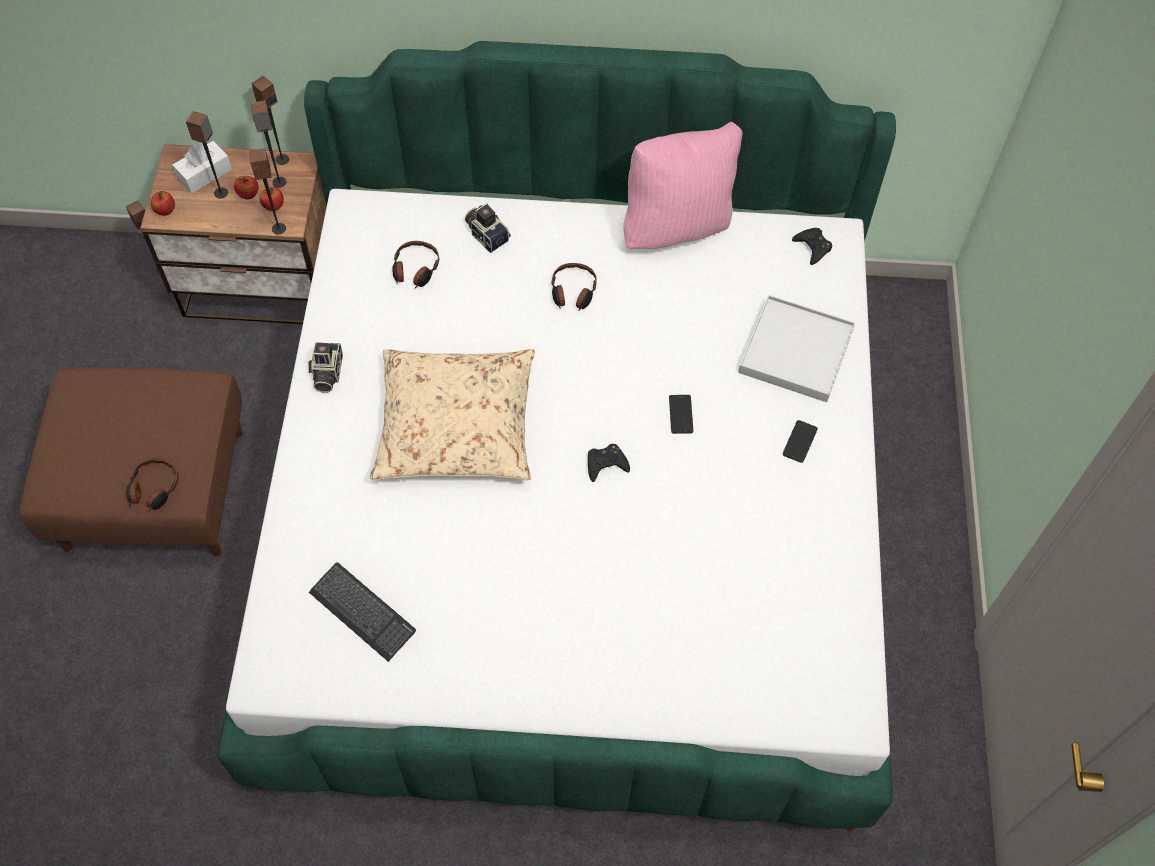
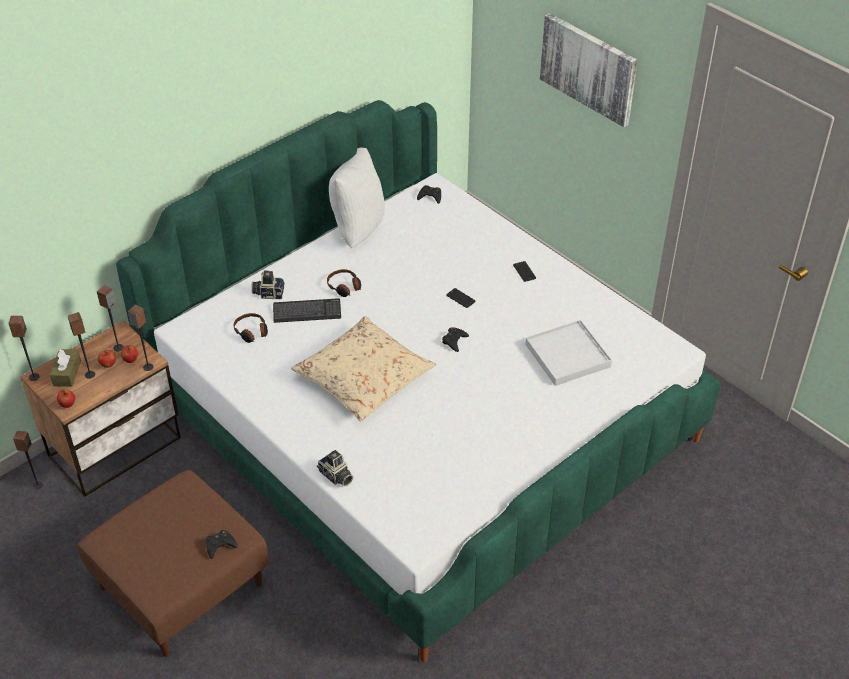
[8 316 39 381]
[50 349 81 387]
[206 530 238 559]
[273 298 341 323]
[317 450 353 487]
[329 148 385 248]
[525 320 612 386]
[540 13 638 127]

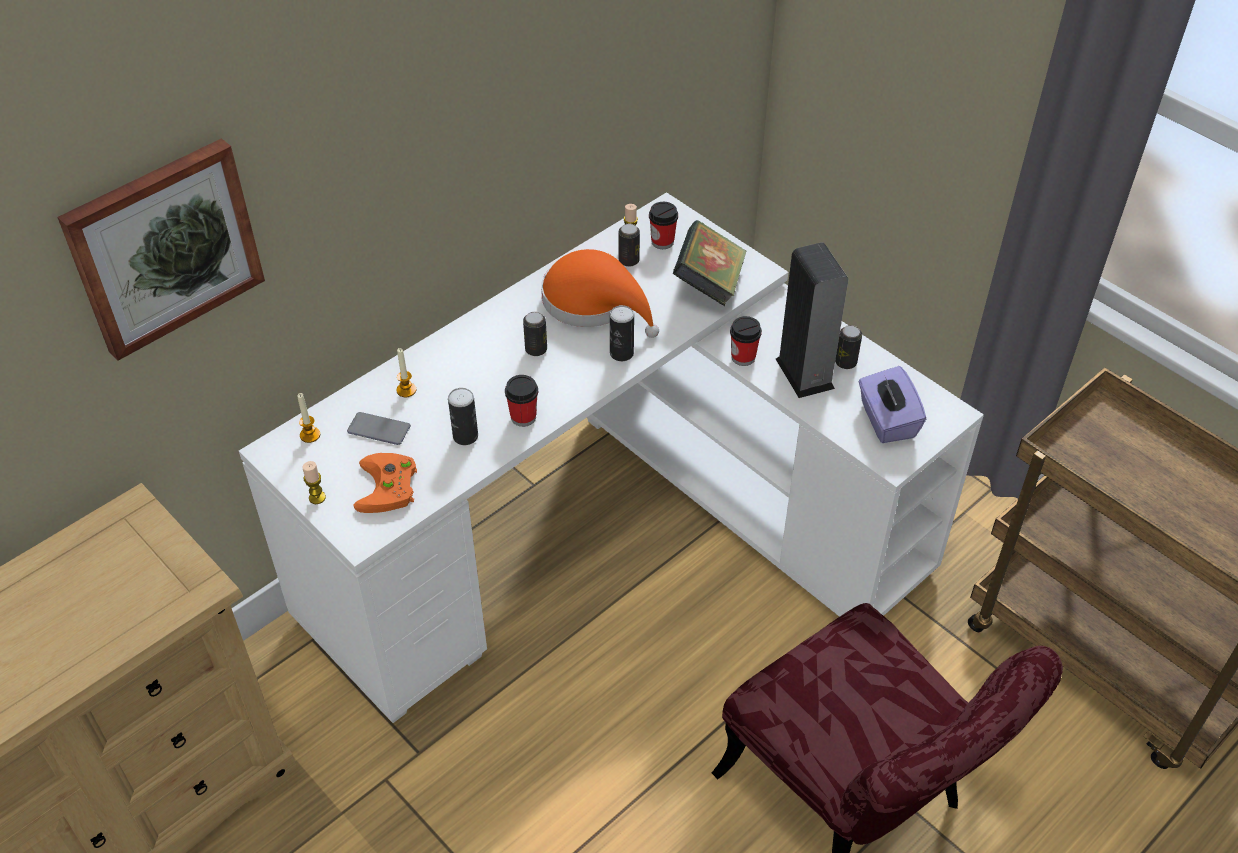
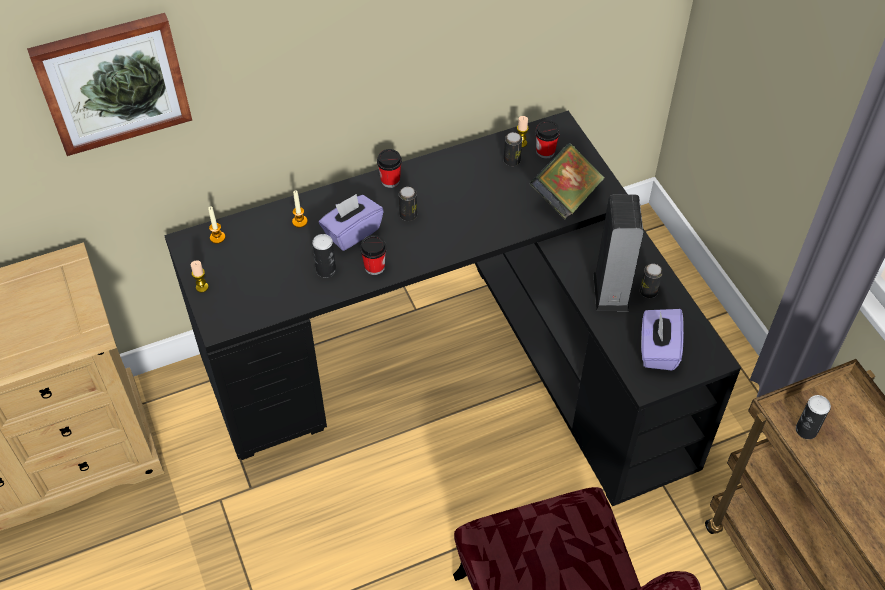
[164 111 741 506]
[319 194 384 251]
[377 149 402 188]
[796 395 831 439]
[347 412 411 445] (first image)
[354 453 417 513] (first image)
[541 249 659 338] (first image)

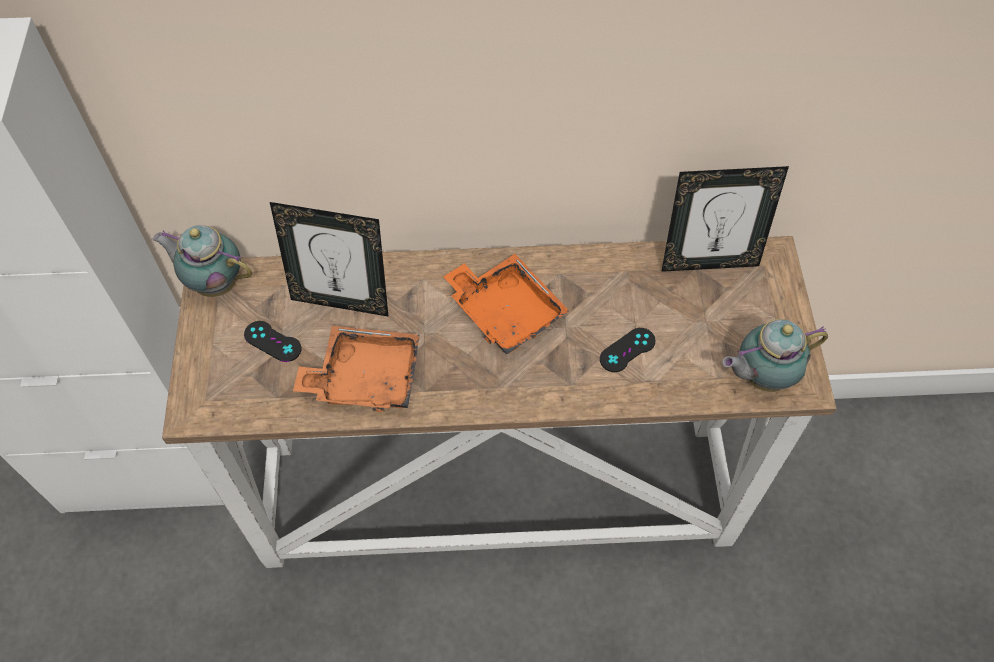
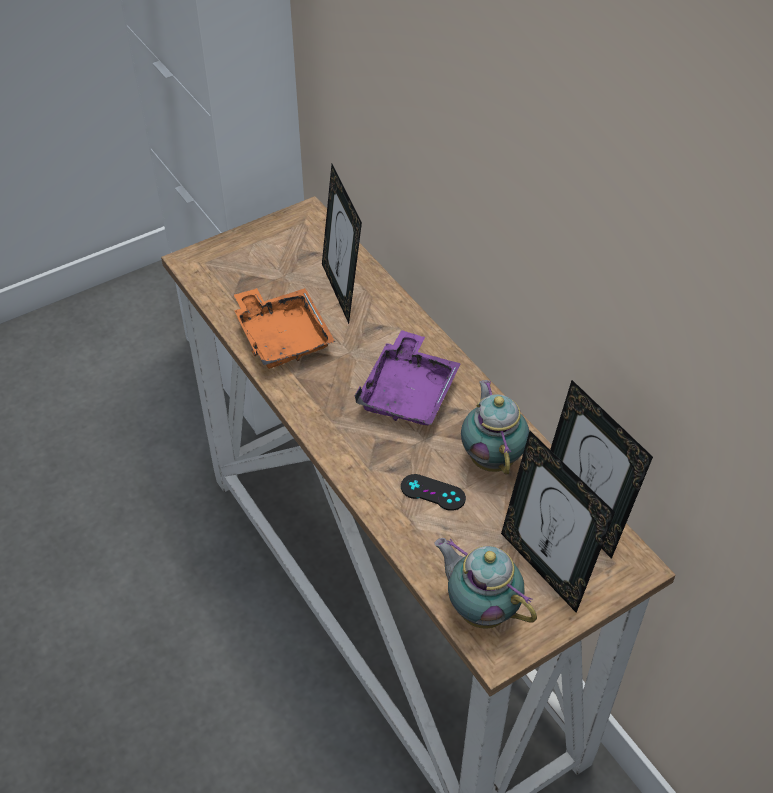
[355 330 461 425]
[461 380 529 475]
[501 431 615 613]
[244 321 302 362] (first image)

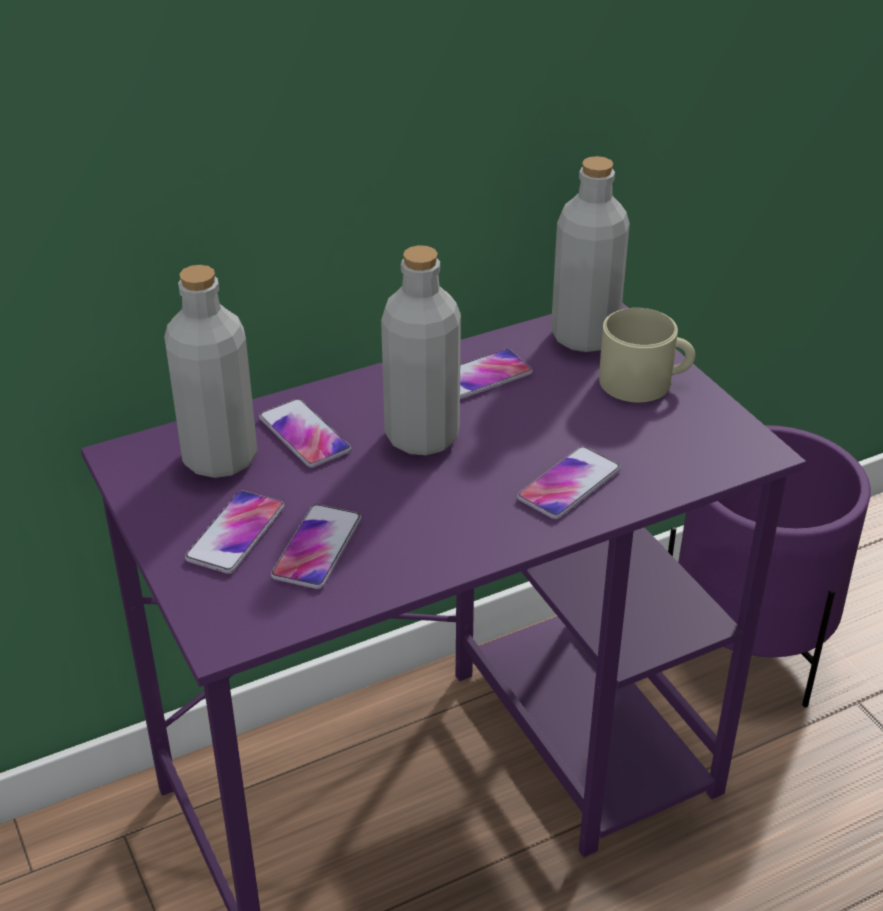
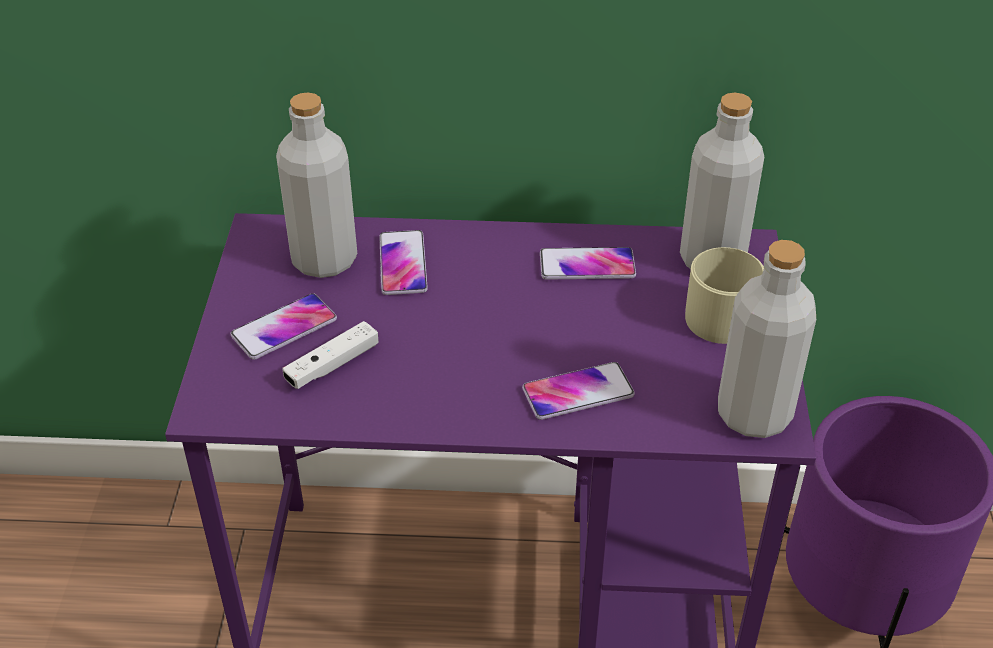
[282 321 379 389]
[718 240 816 438]

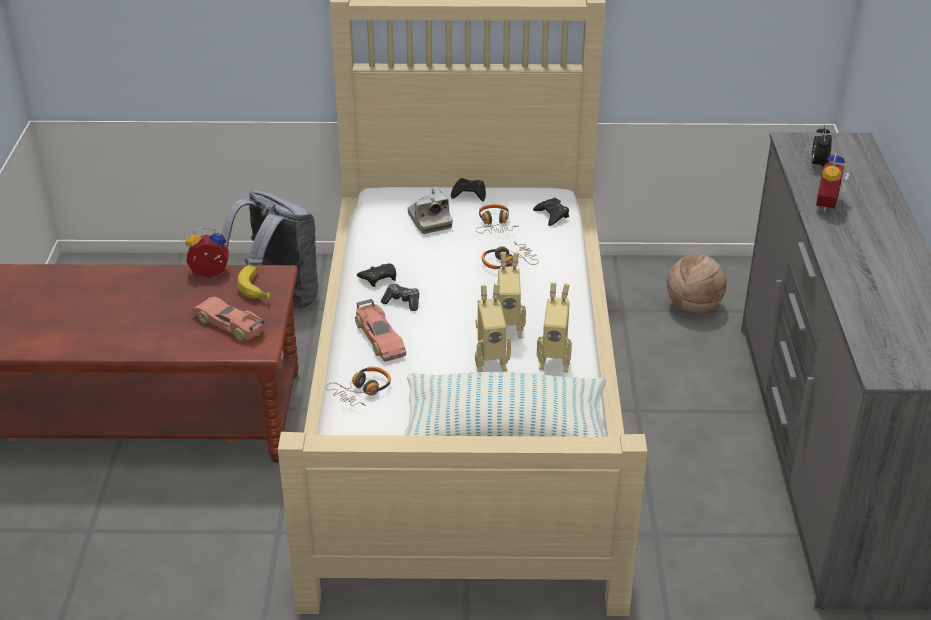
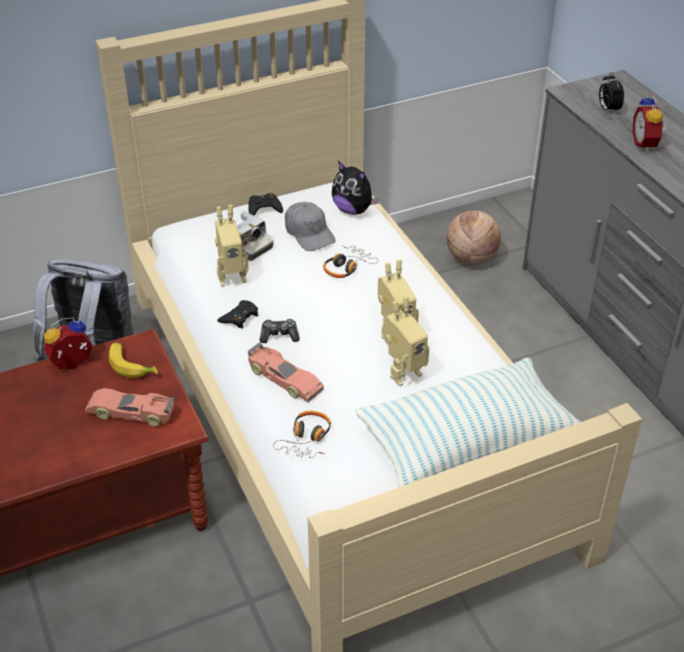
[215 205 249 287]
[285 202 336 251]
[332 161 380 215]

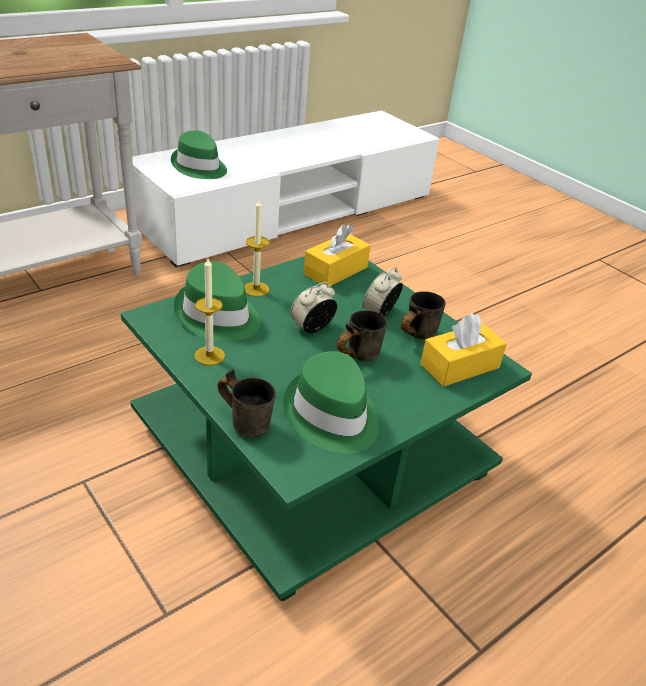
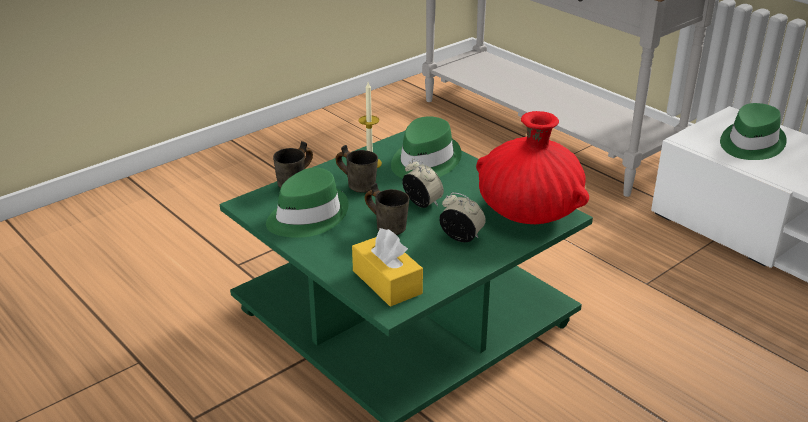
[335 145 378 193]
[476 111 589 224]
[244 200 270 297] (first image)

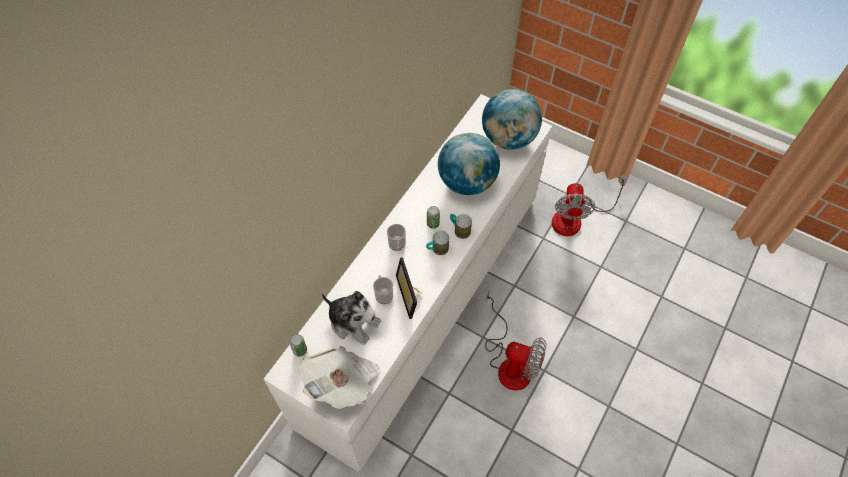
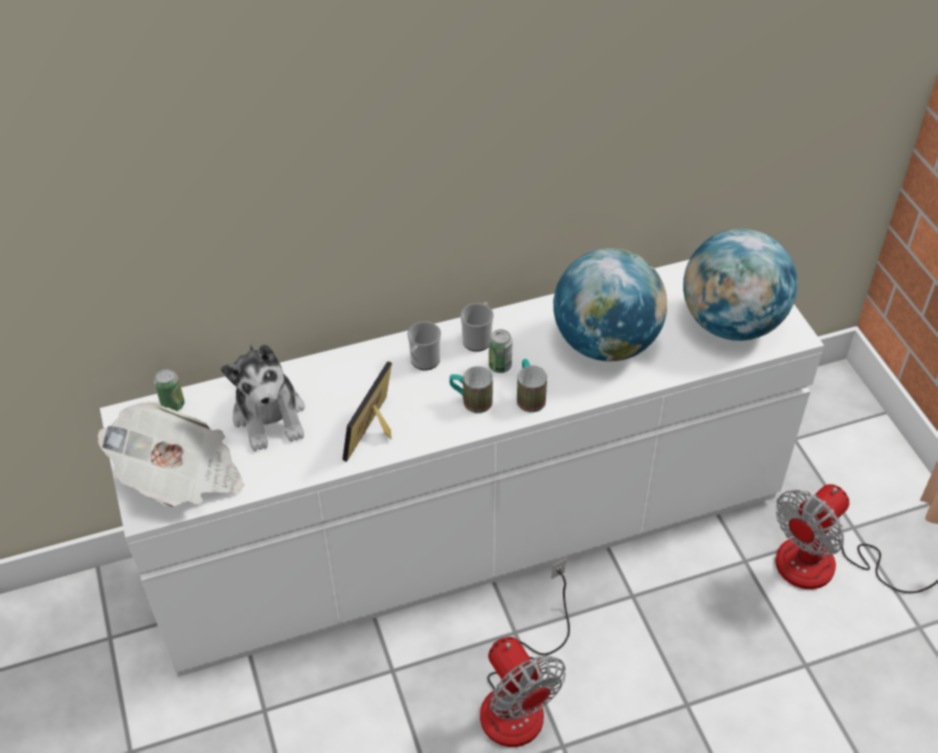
[460 302 493 352]

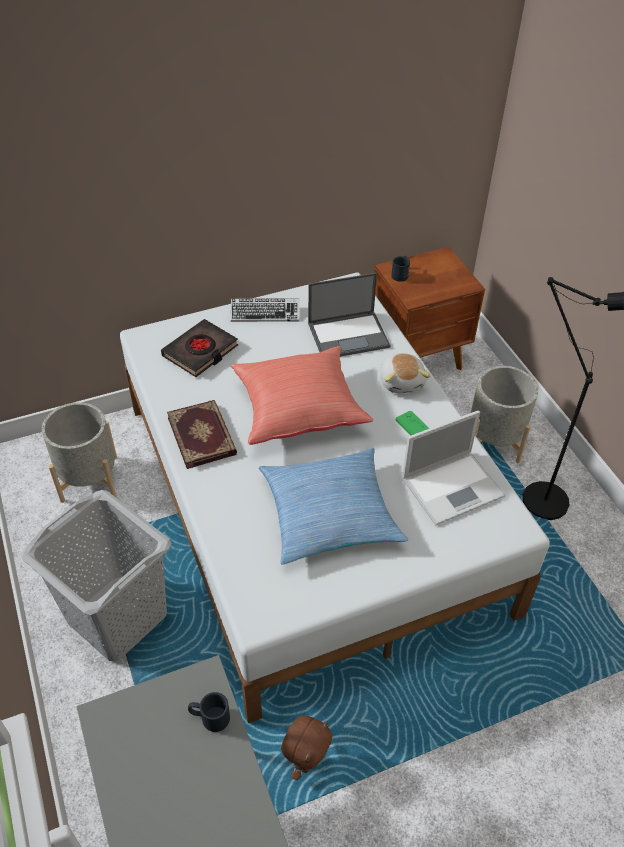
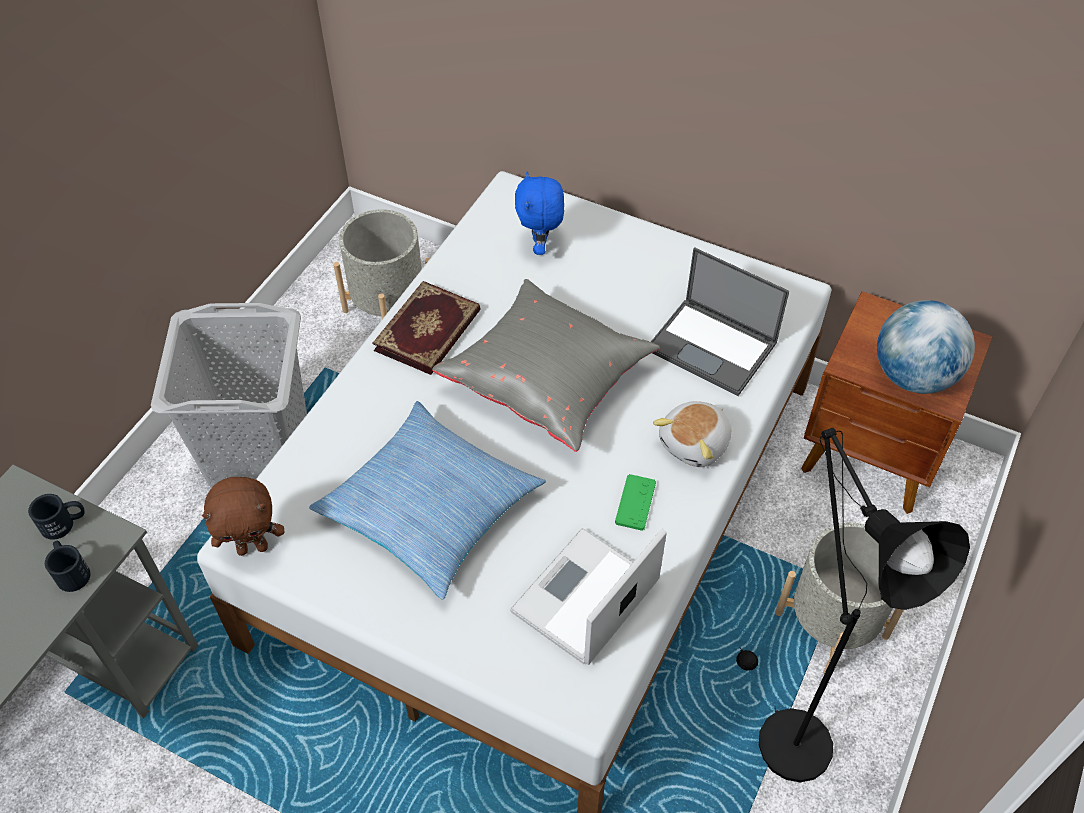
[28 494 85 540]
[202 477 284 556]
[432 279 660 452]
[510 528 667 665]
[515 171 564 255]
[877 300 975 394]
[231 298 299 322] (first image)

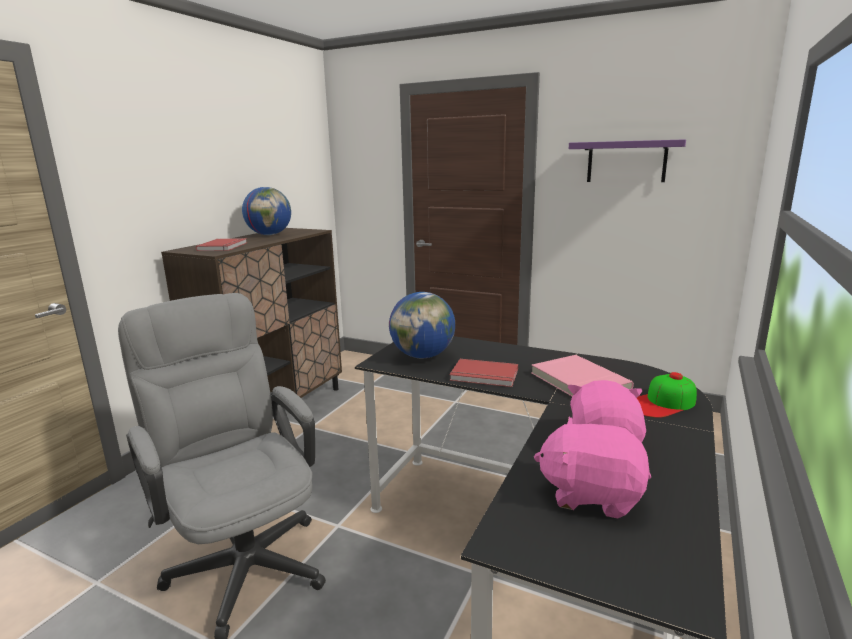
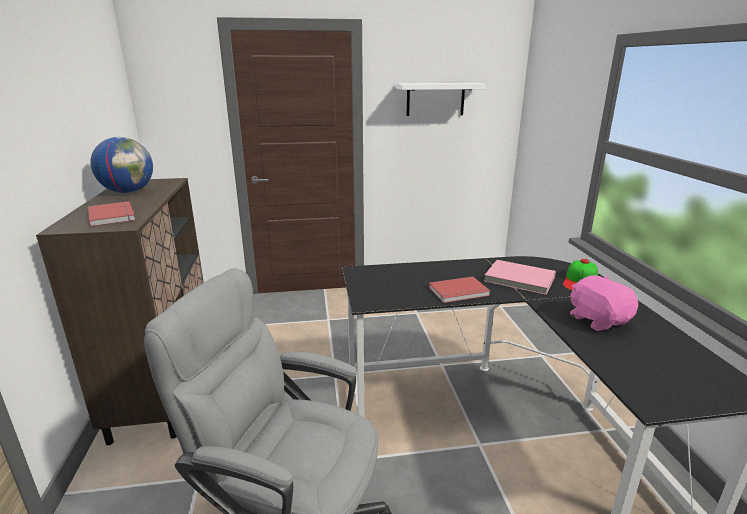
[396 83 486 116]
[389 292 455 358] (first image)
[534 417 651 518] (first image)

